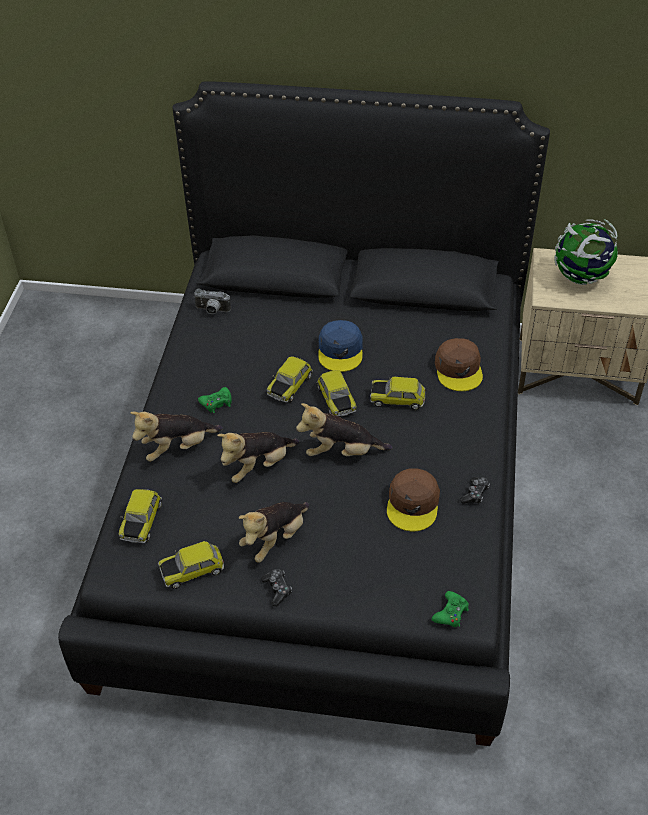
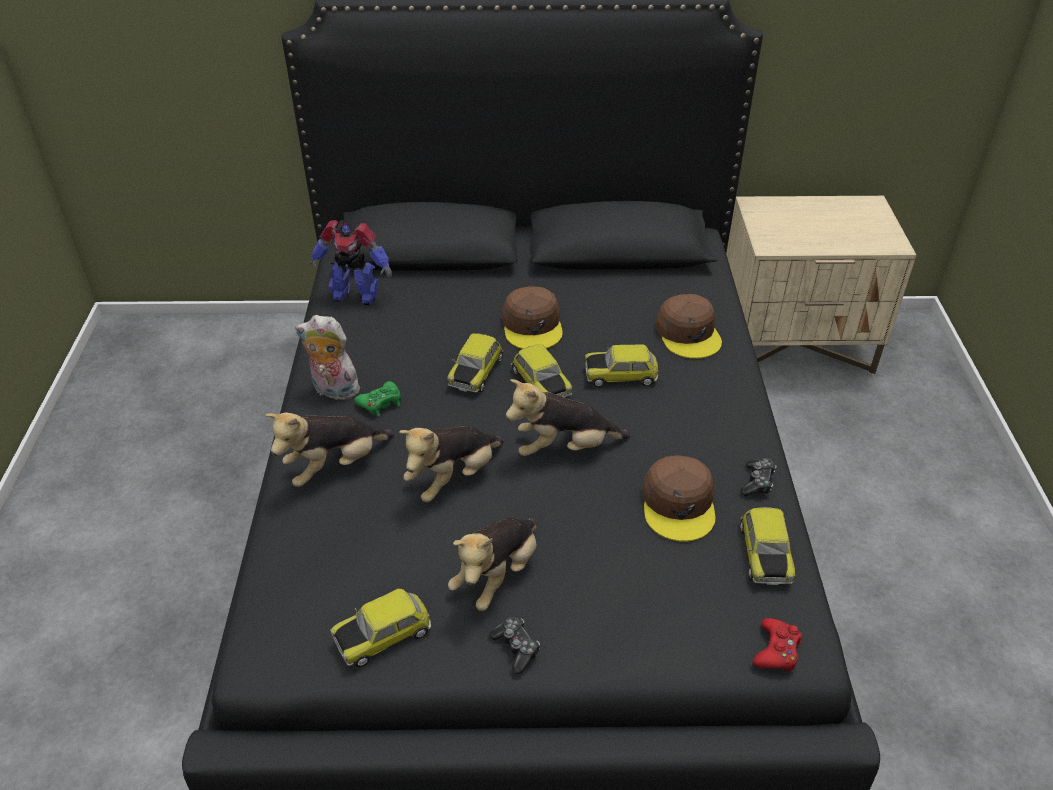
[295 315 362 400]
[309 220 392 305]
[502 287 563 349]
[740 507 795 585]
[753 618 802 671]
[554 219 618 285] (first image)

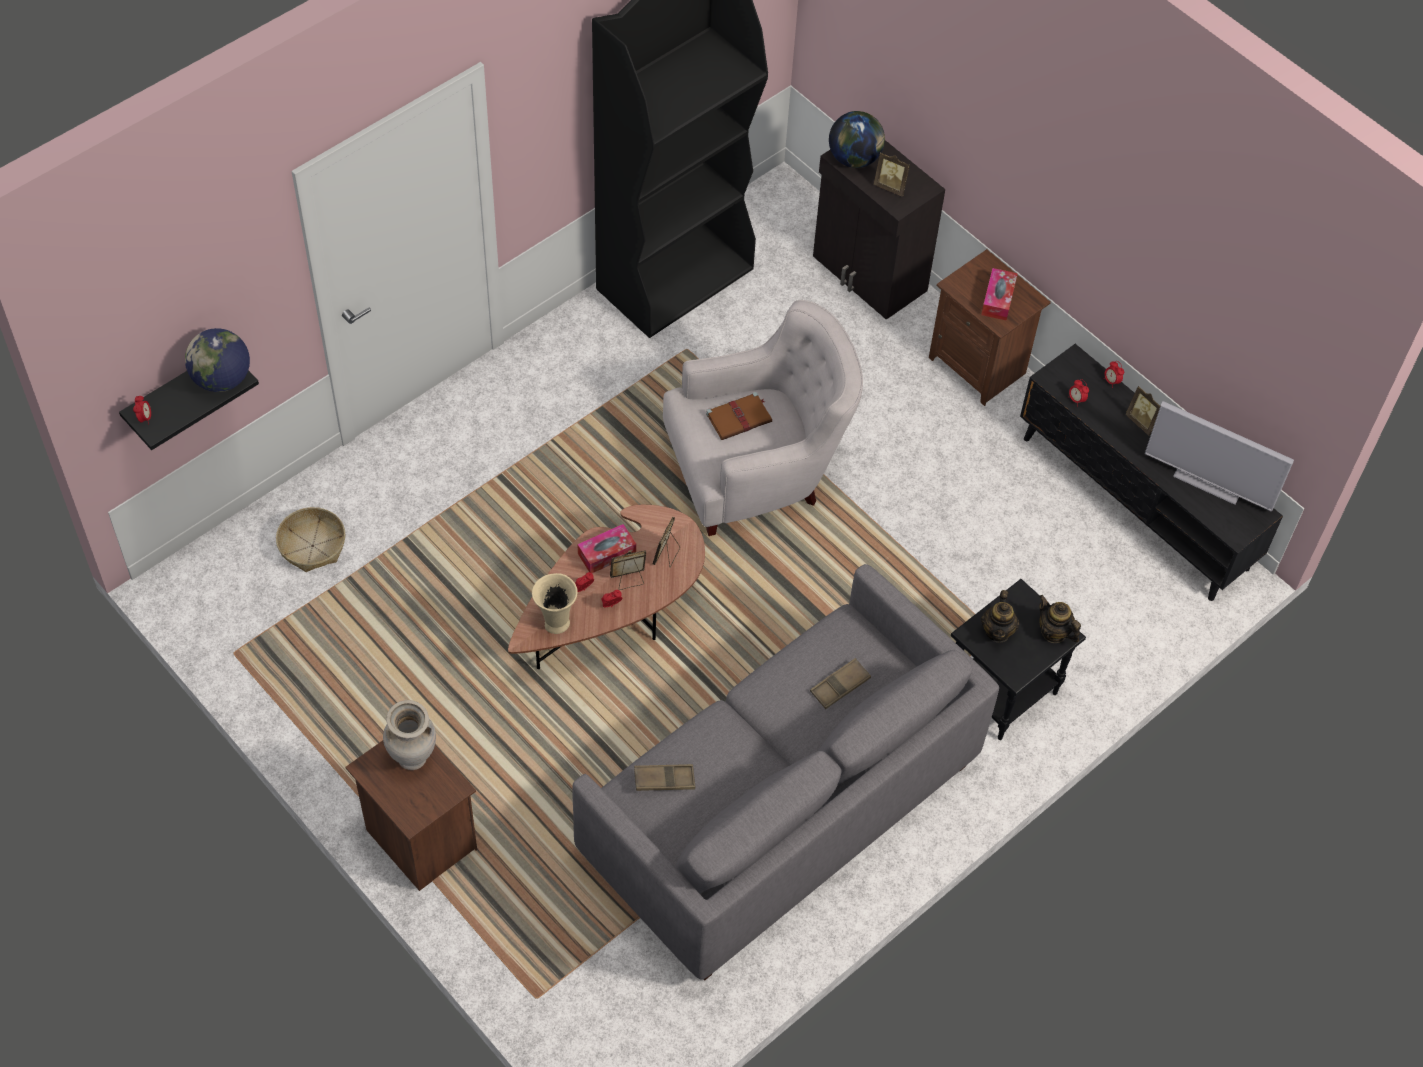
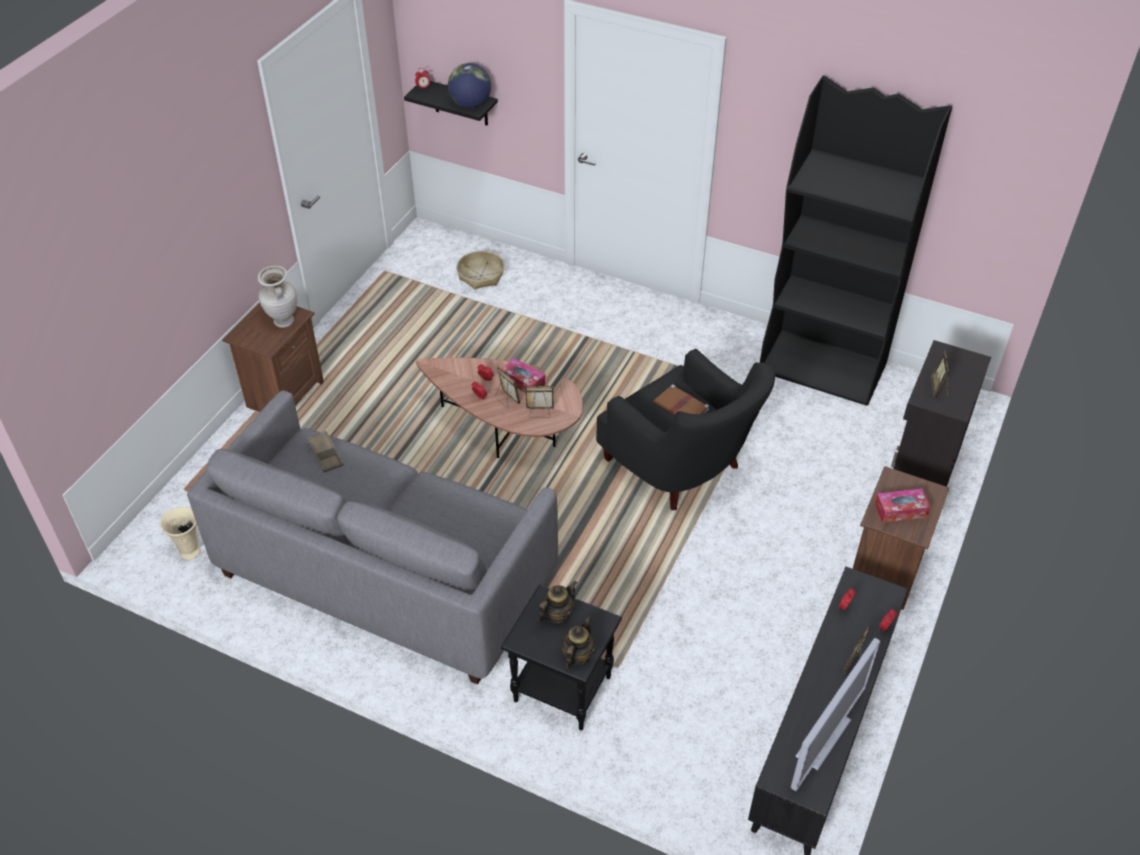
[160 507 201 560]
[538 581 577 624]
[596 349 775 510]
[791 638 880 791]
[810 658 871 709] (first image)
[829 111 885 168] (first image)

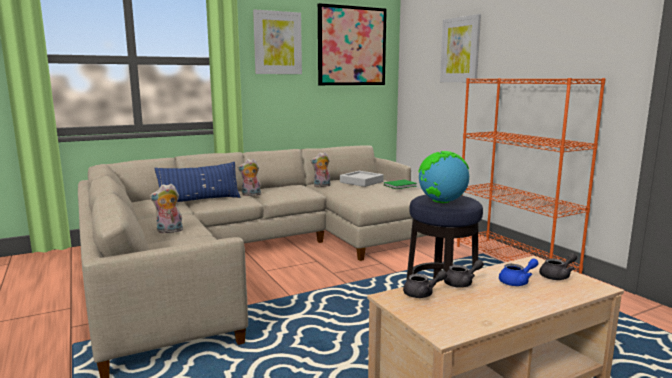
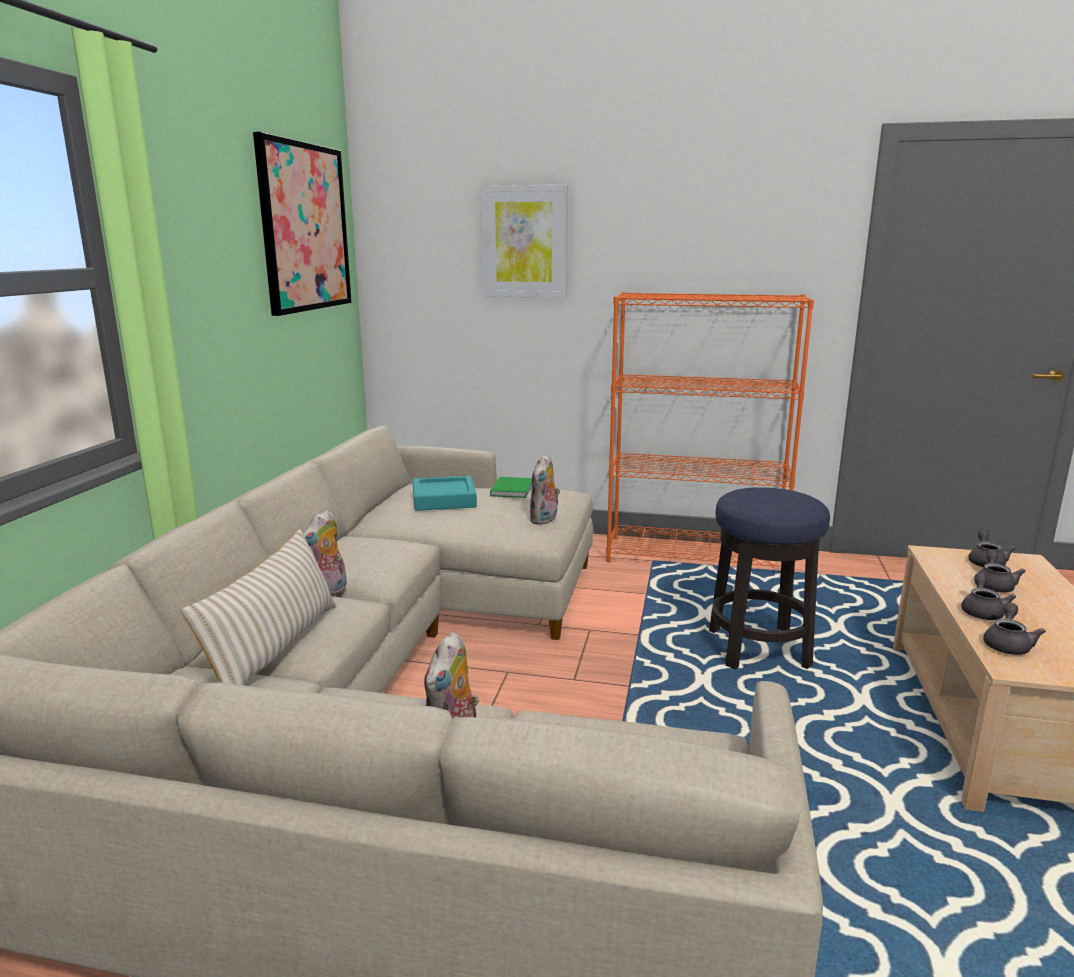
[181 529 336 685]
[413 476 477 511]
[530 454 560 525]
[974 550 1026 593]
[253 9 302 74] (first image)
[419 151 469 203] (first image)

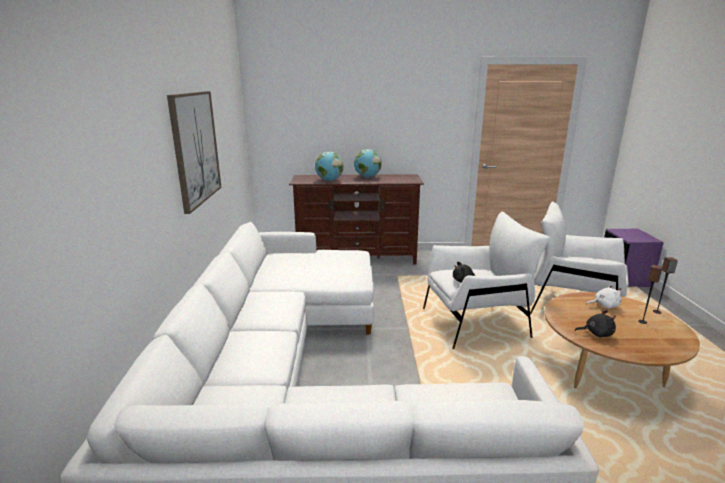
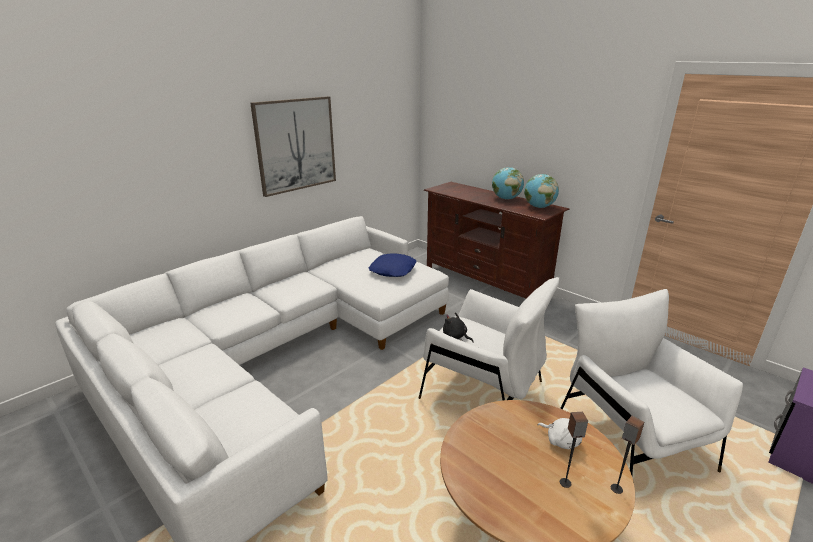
[369 253 417 277]
[524 174 559 208]
[575 310 616 337] (first image)

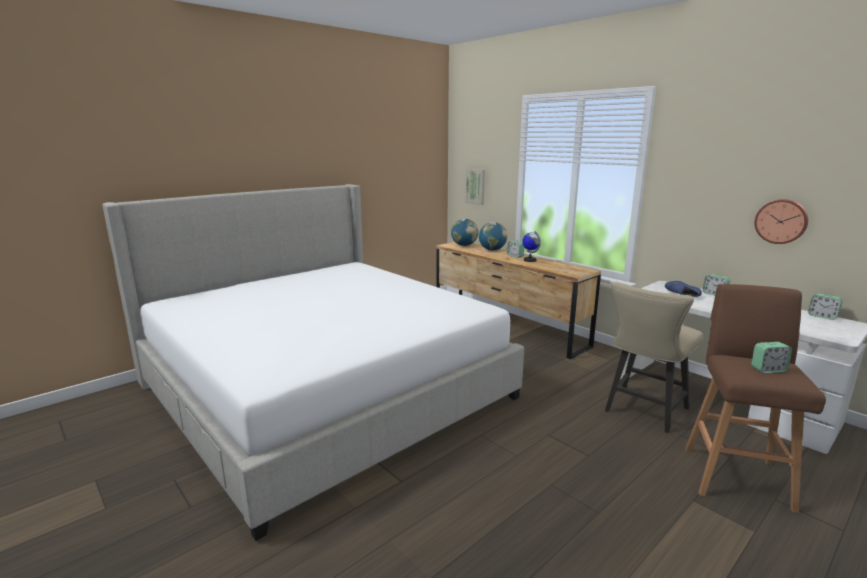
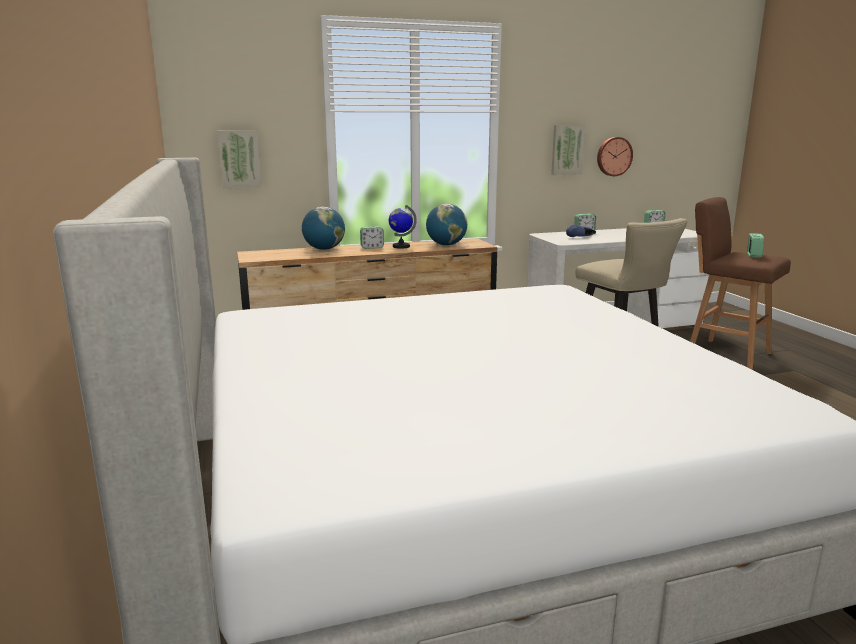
[426 204 467 246]
[551 125 586 175]

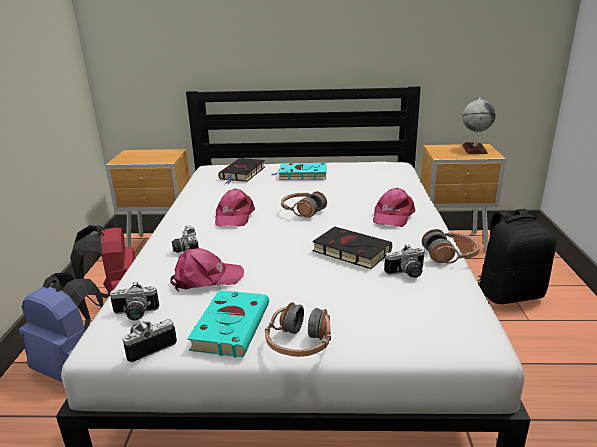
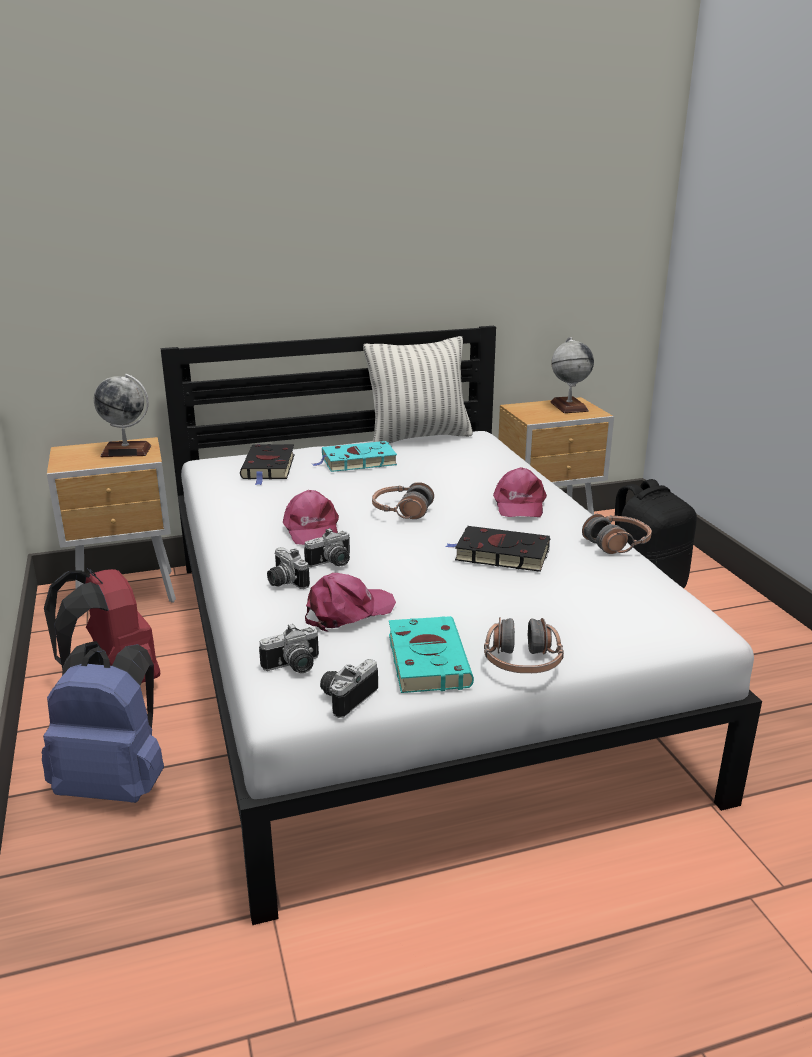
[94 374 151 457]
[304 528 350 567]
[363 336 473 443]

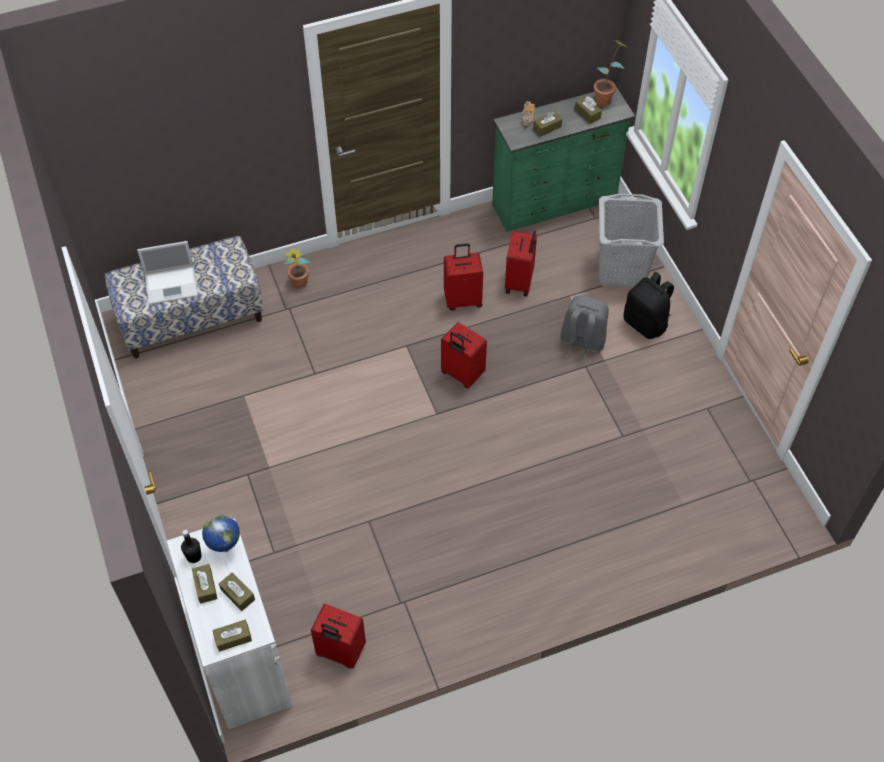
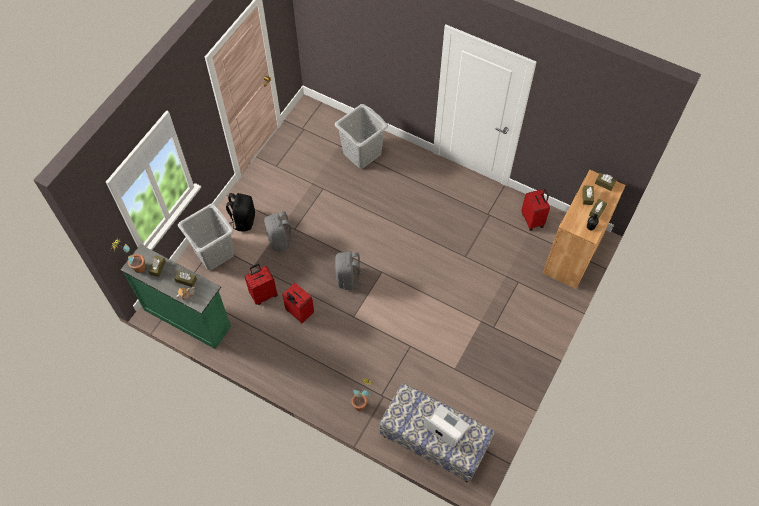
[335 104 388 169]
[335 251 365 290]
[543 170 626 289]
[202 515 240 552] (first image)

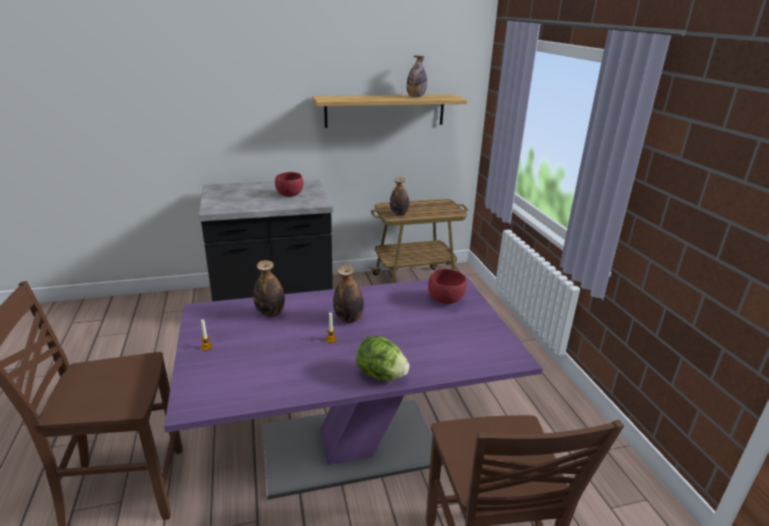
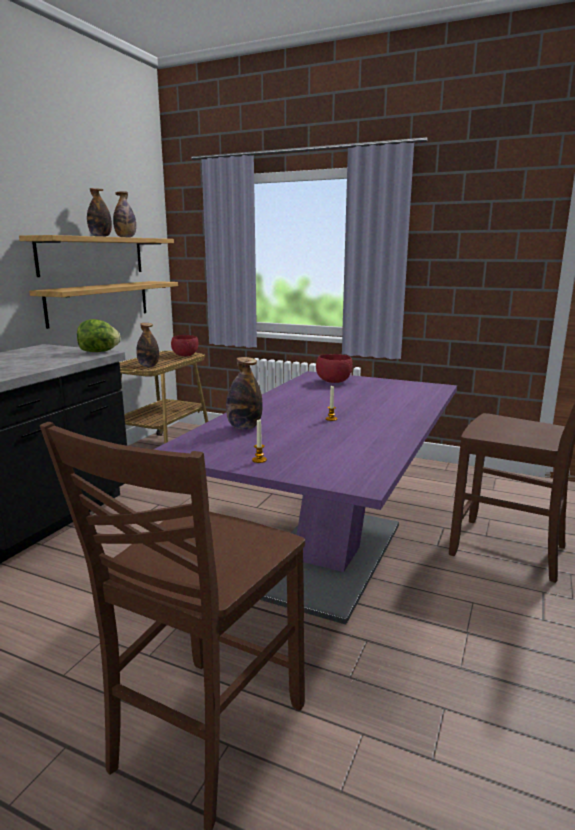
[29 281 178 329]
[77 319 121 352]
[87 188 112 237]
[171 335 198 356]

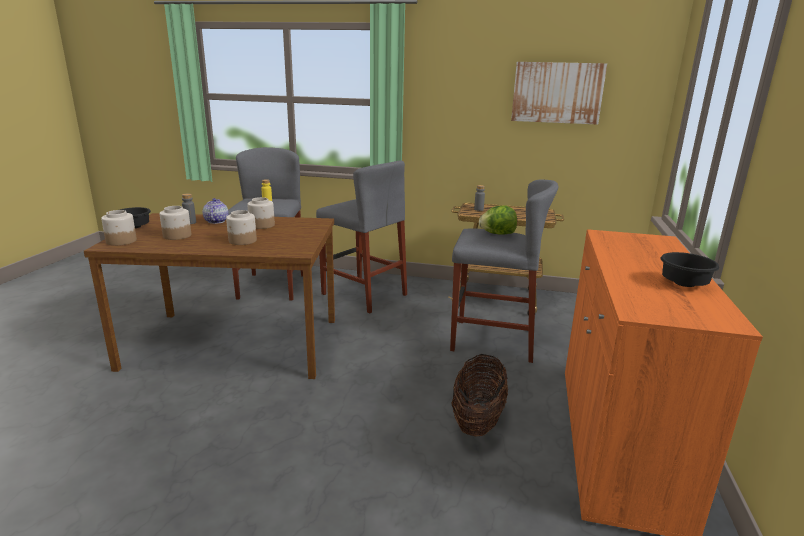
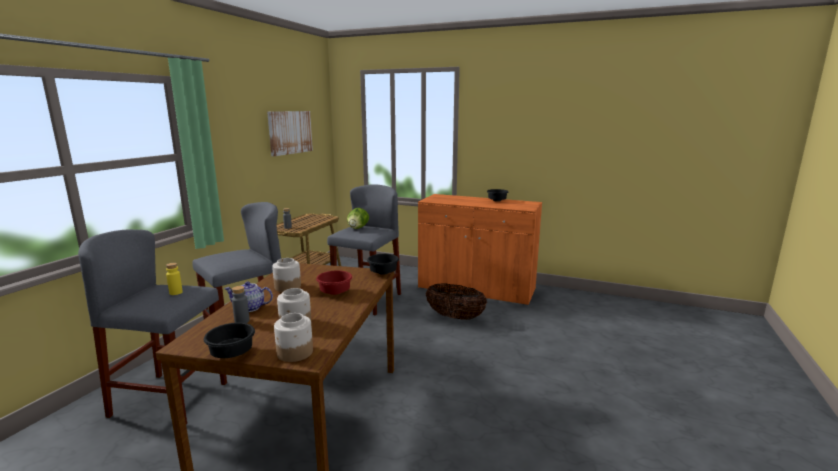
[316 271 352 295]
[367 254 399 275]

